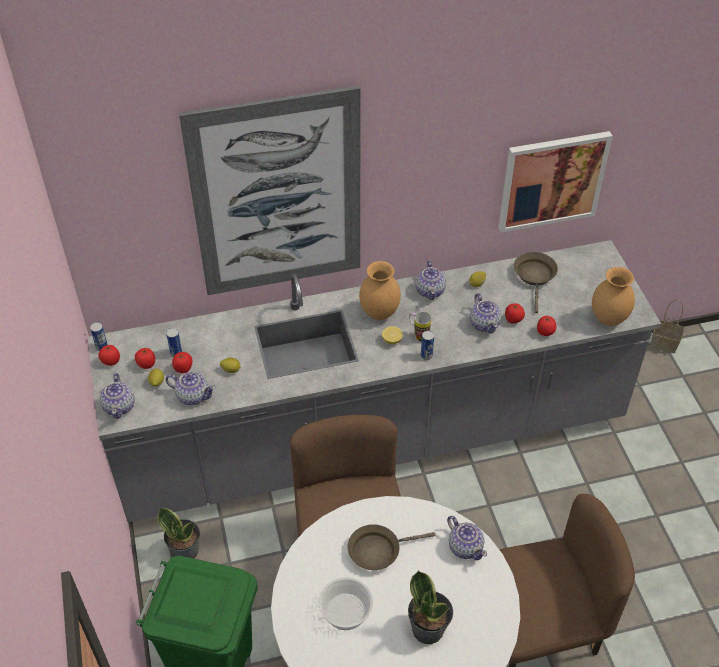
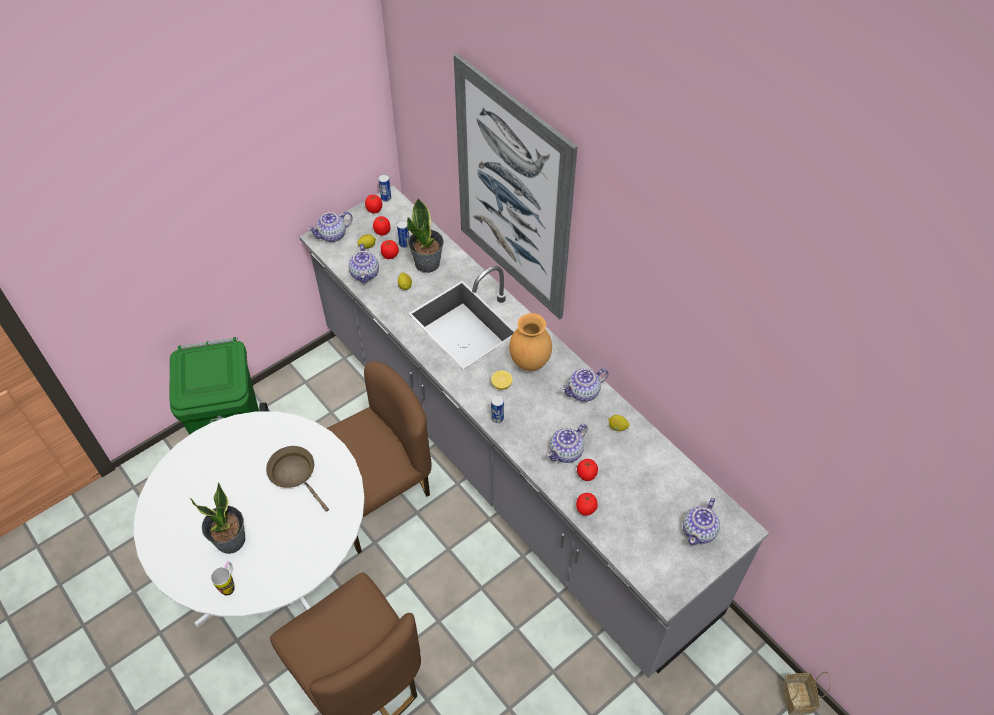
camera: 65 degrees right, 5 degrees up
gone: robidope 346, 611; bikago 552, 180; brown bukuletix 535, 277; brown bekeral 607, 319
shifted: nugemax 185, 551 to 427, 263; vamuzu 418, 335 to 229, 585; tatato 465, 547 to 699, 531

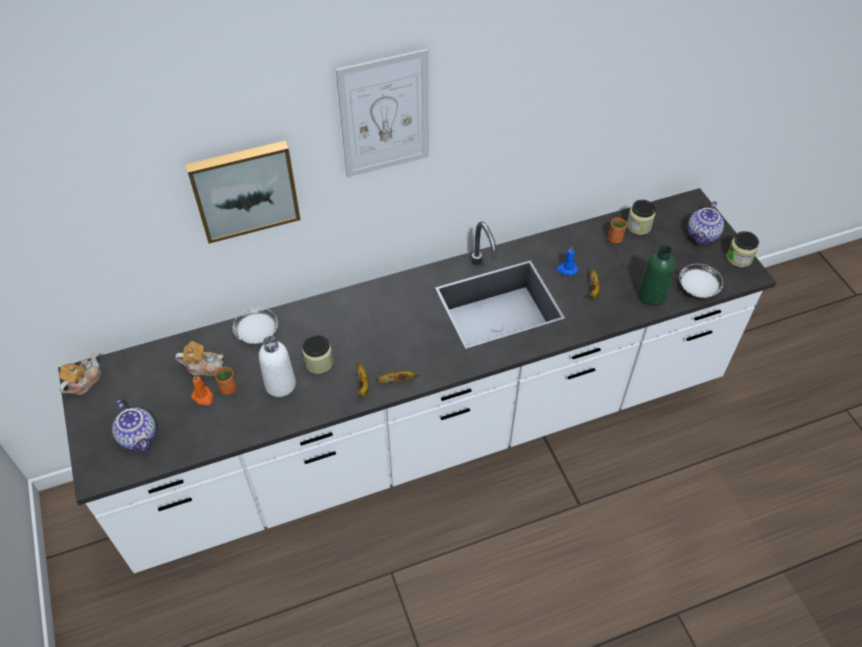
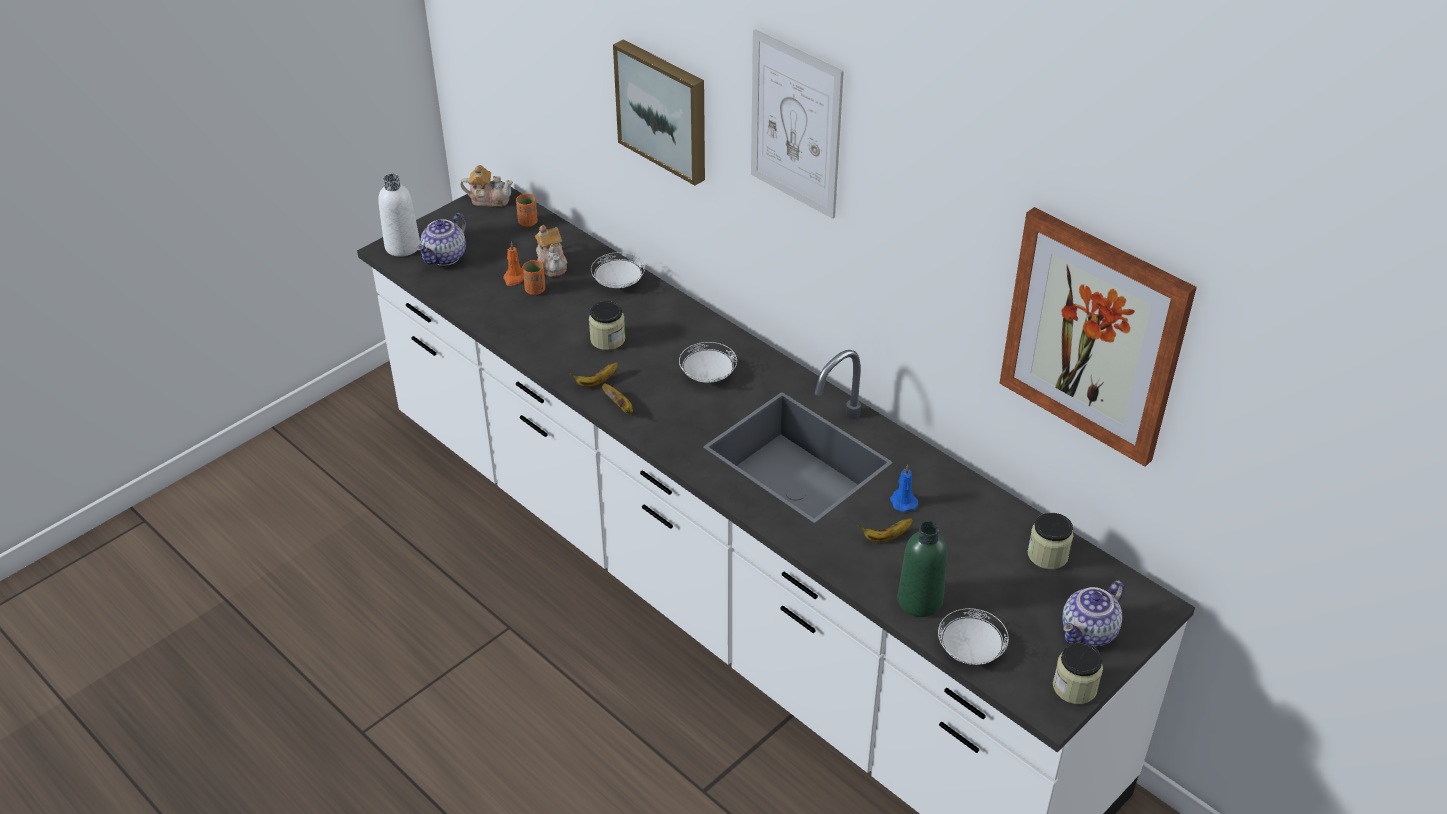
camera: 65 degrees right, 10 degrees down
new: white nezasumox 708, 375; bikago 1094, 335
shifted: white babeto 280, 384 to 402, 246; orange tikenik 615, 238 to 528, 222
rotated: tatato 703, 235 = 1089, 633 45 degrees counterclockwise

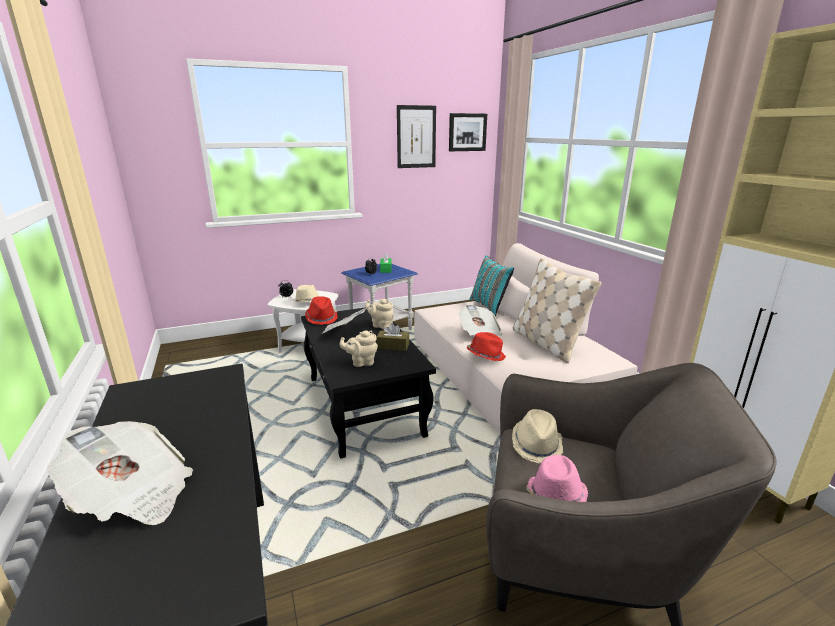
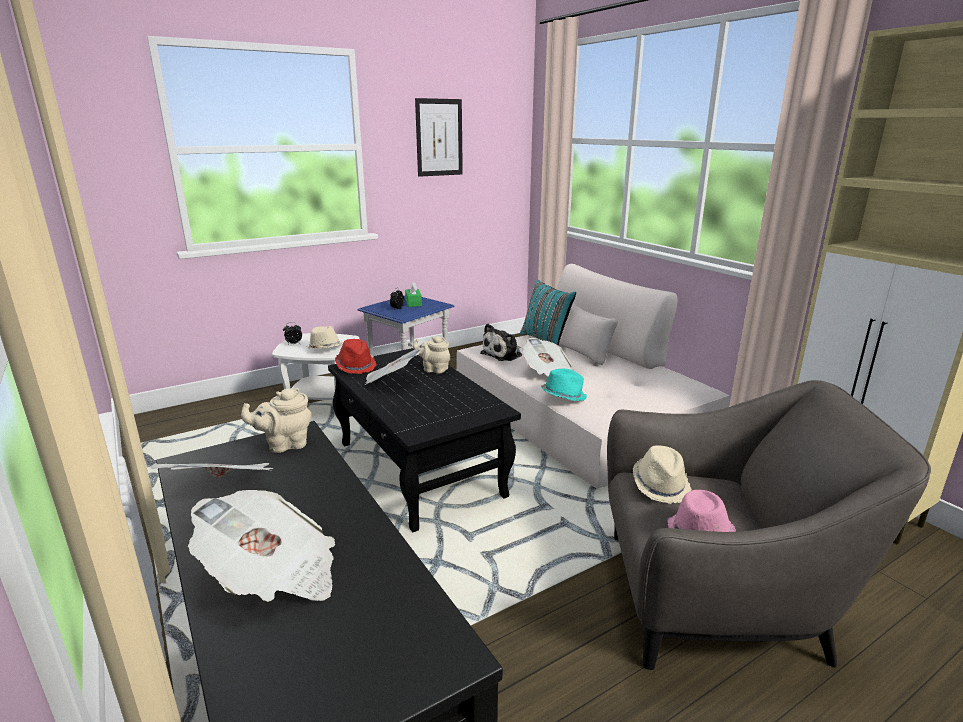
camera: 10 degrees left, 0 degrees up
gone: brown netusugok 393, 346; bikago 467, 132; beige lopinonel 546, 343
new: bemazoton 225, 492; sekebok 503, 354
shifted: beige tatato 361, 362 to 284, 444
repainted: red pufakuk 486, 355 to turquoise pufakuk 563, 395

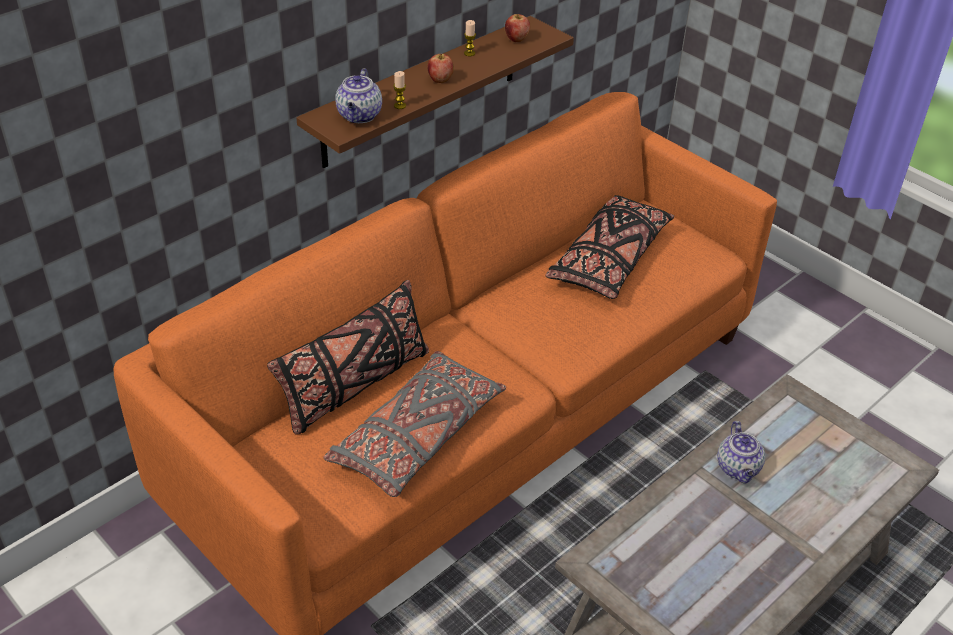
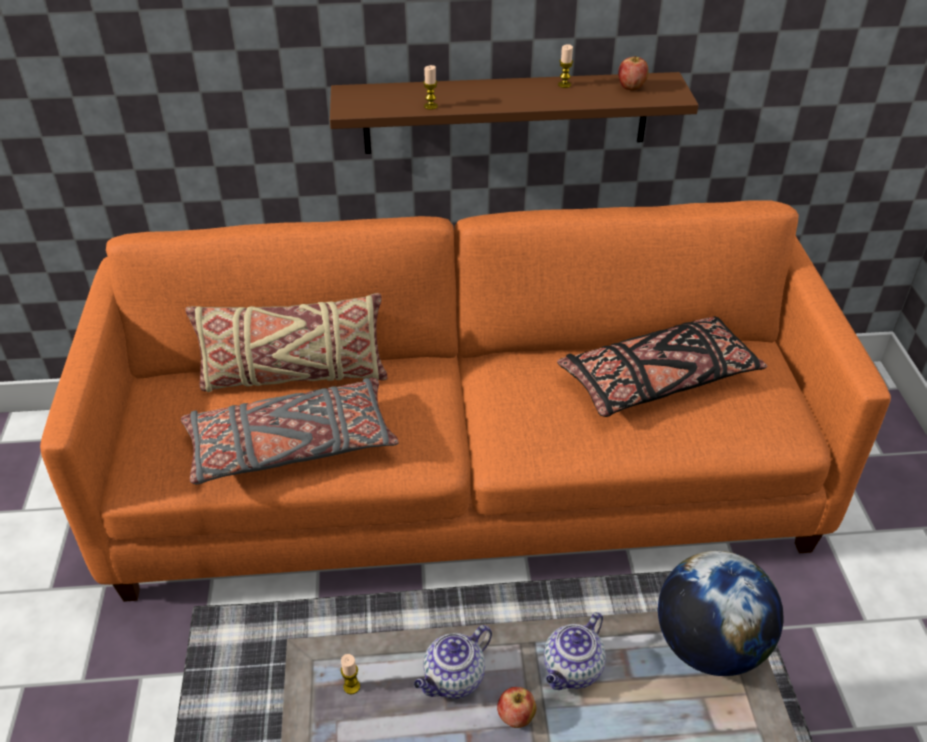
camera: 40 degrees right, 0 degrees up
new: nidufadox 351, 686; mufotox 709, 646
shifted: tatato 359, 116 to 453, 679; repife 440, 80 to 515, 717
repainted: black lopinonel 355, 386 to beige lopinonel 293, 376

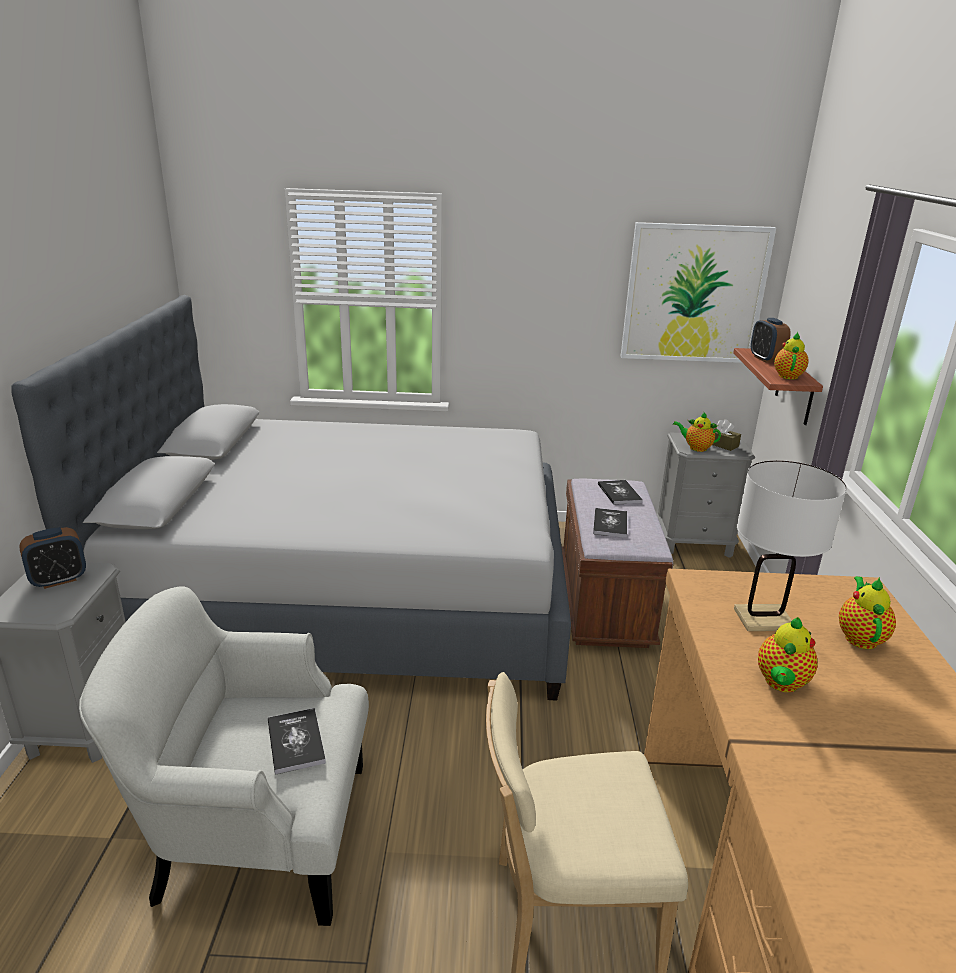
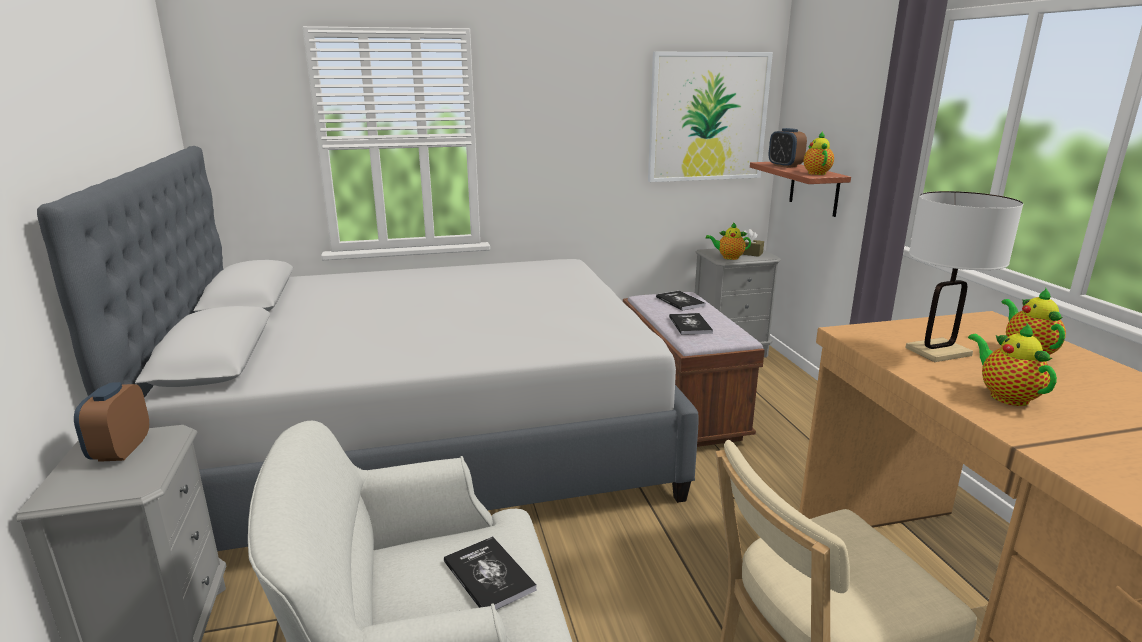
camera: 15 degrees left, 5 degrees down
rotated: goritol 59, 580 = 121, 451 135 degrees clockwise; tatato 781, 683 = 1005, 396 150 degrees clockwise

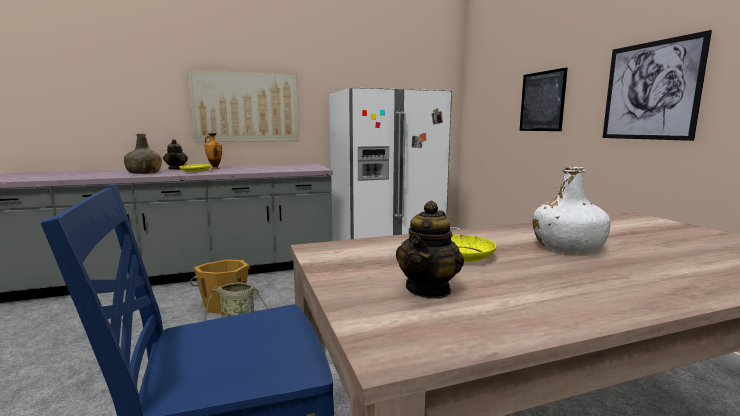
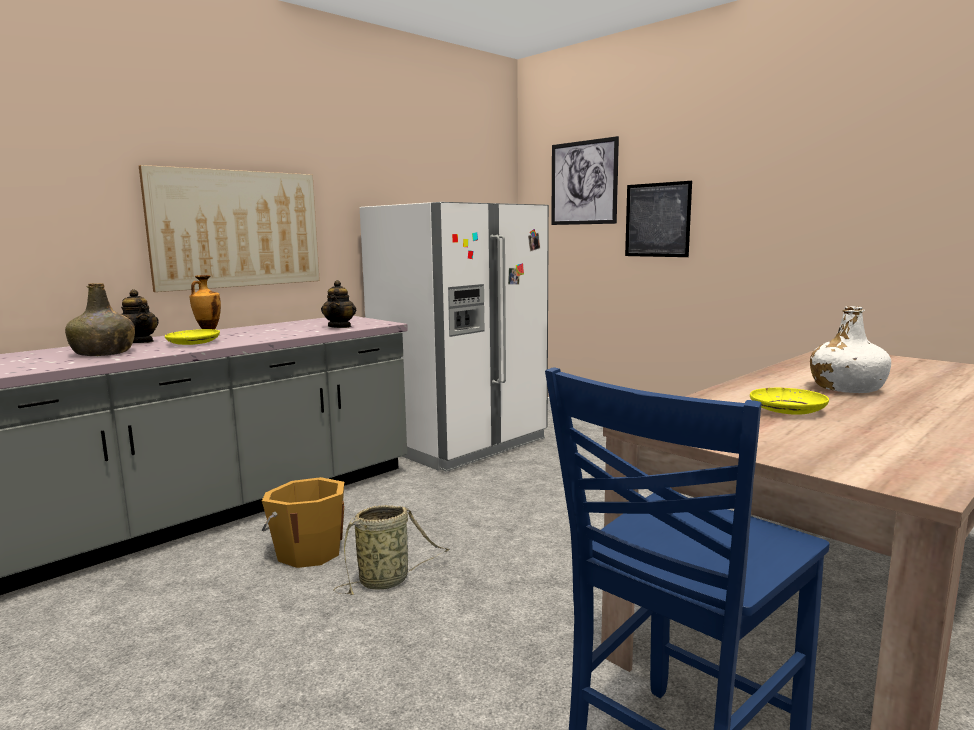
camera: 25 degrees left, 0 degrees up
shifted: tatato 429, 289 to 340, 326; bikago 650, 91 to 583, 183

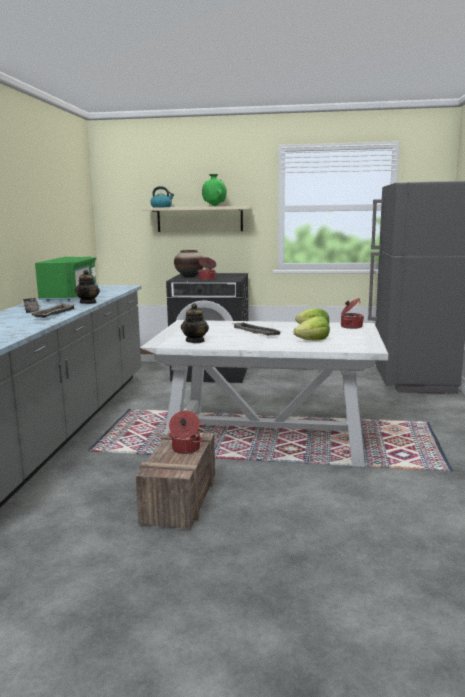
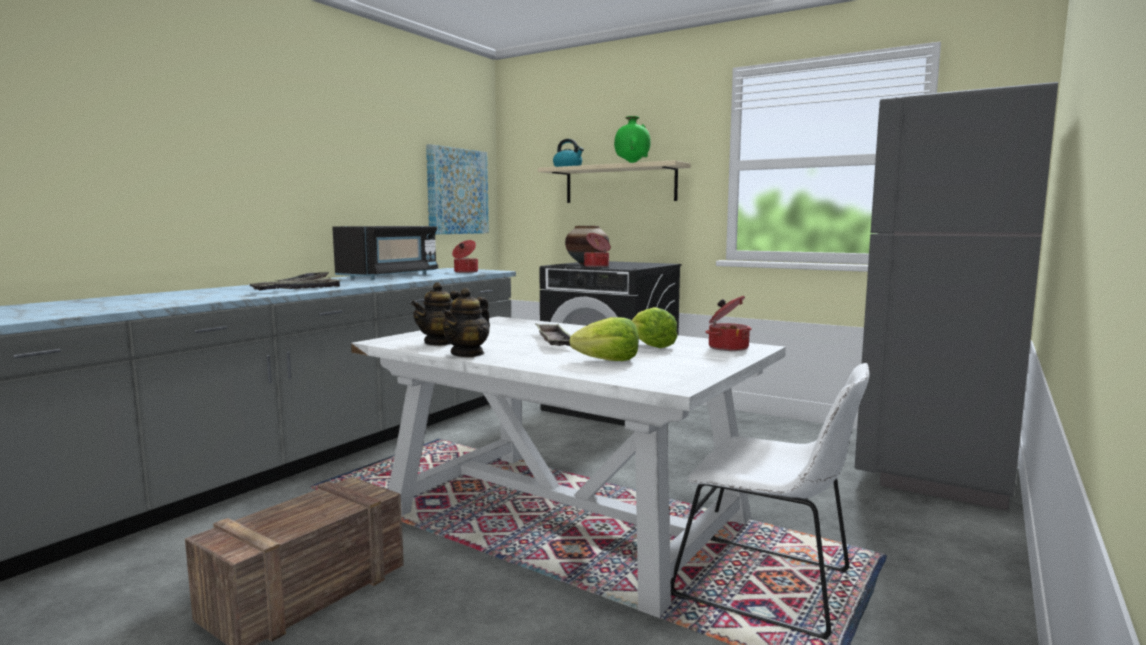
camera: 25 degrees right, 5 degrees down
new: bikago 457, 191; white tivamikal 770, 586
shifted: tatato 88, 302 to 467, 354; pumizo 185, 449 to 465, 272
repainted: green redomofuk 70, 296 to black redomofuk 390, 276

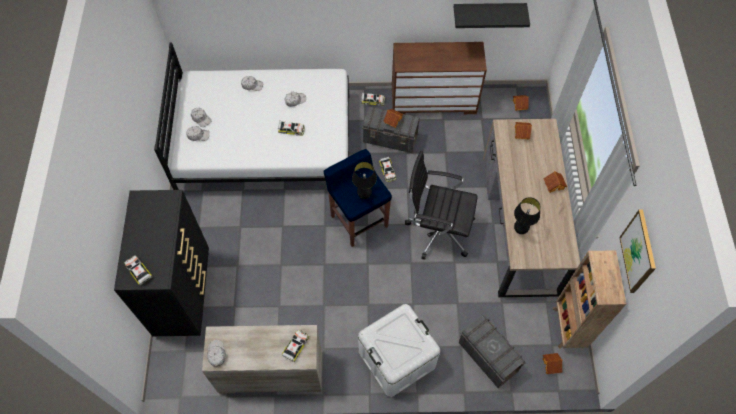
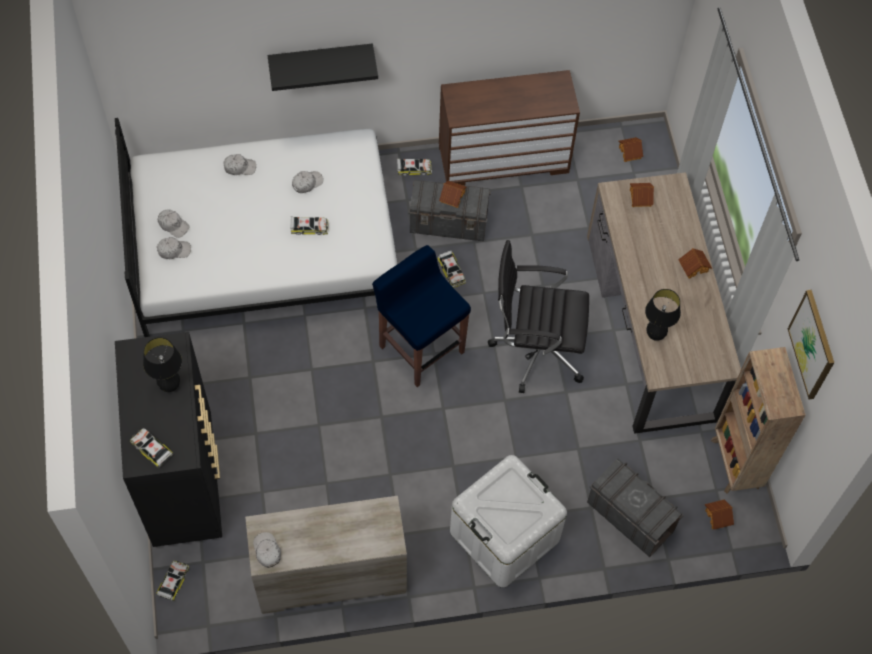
camera: 10 degrees left, 0 degrees up
shifted: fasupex 296, 346 to 173, 581; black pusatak 364, 195 to 170, 386; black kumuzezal 488, 11 to 321, 59

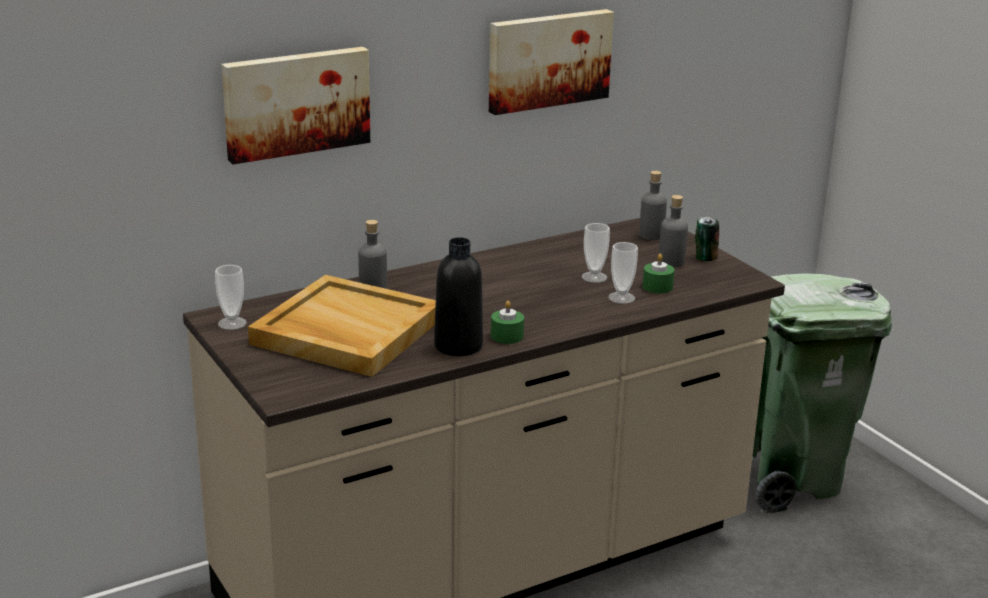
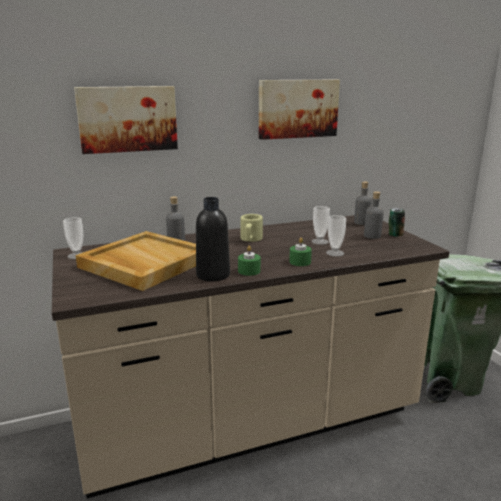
camera: 10 degrees right, 5 degrees down
new: beige vamuzu 250, 240
shifted: green nidufadox 657, 287 to 300, 262

